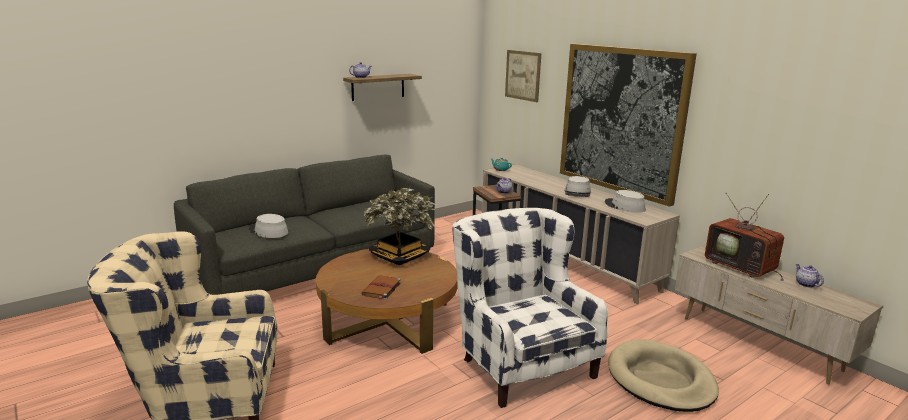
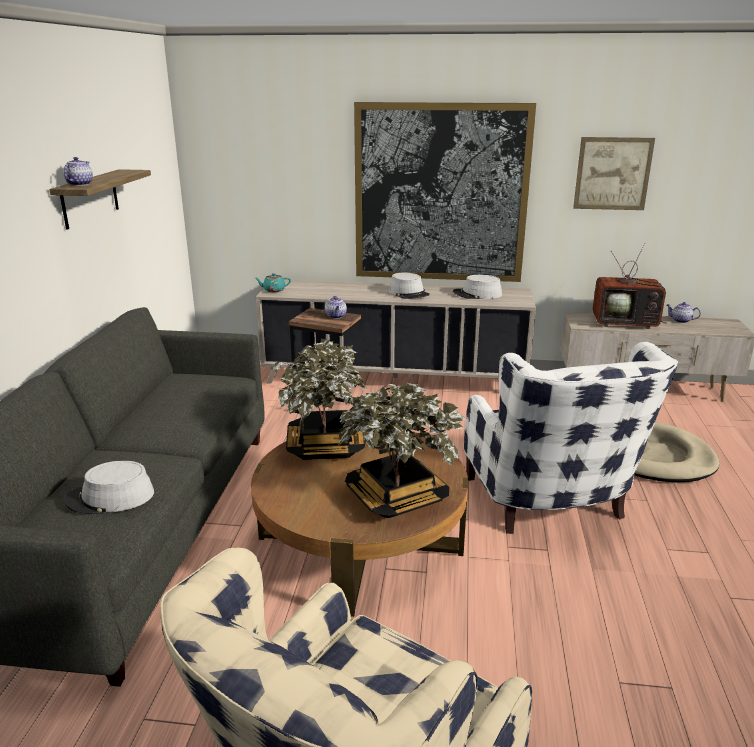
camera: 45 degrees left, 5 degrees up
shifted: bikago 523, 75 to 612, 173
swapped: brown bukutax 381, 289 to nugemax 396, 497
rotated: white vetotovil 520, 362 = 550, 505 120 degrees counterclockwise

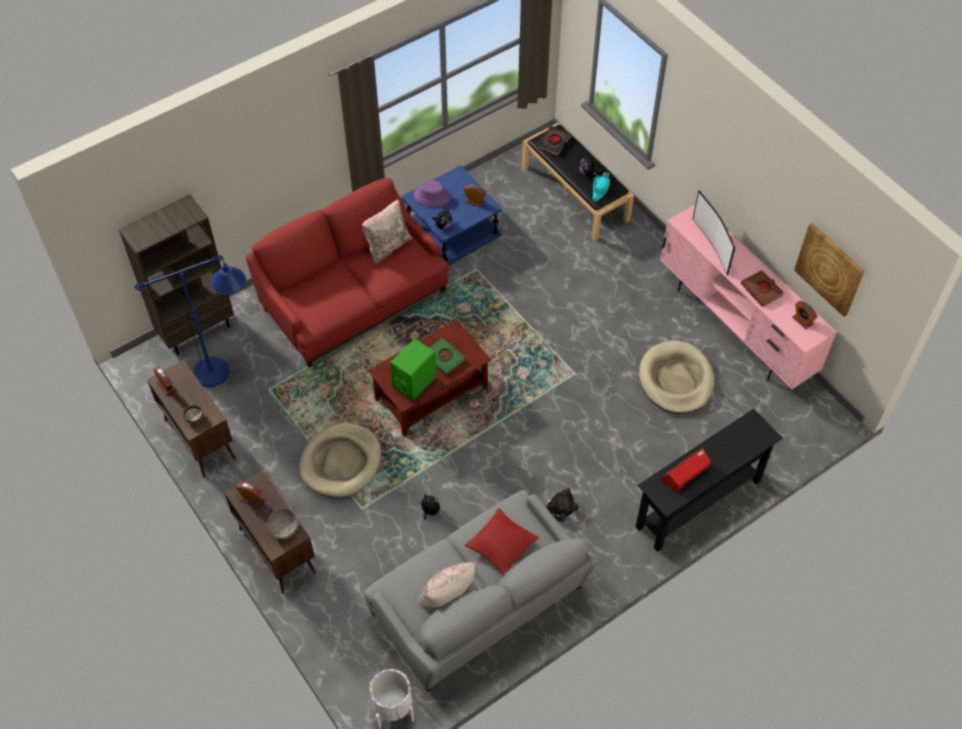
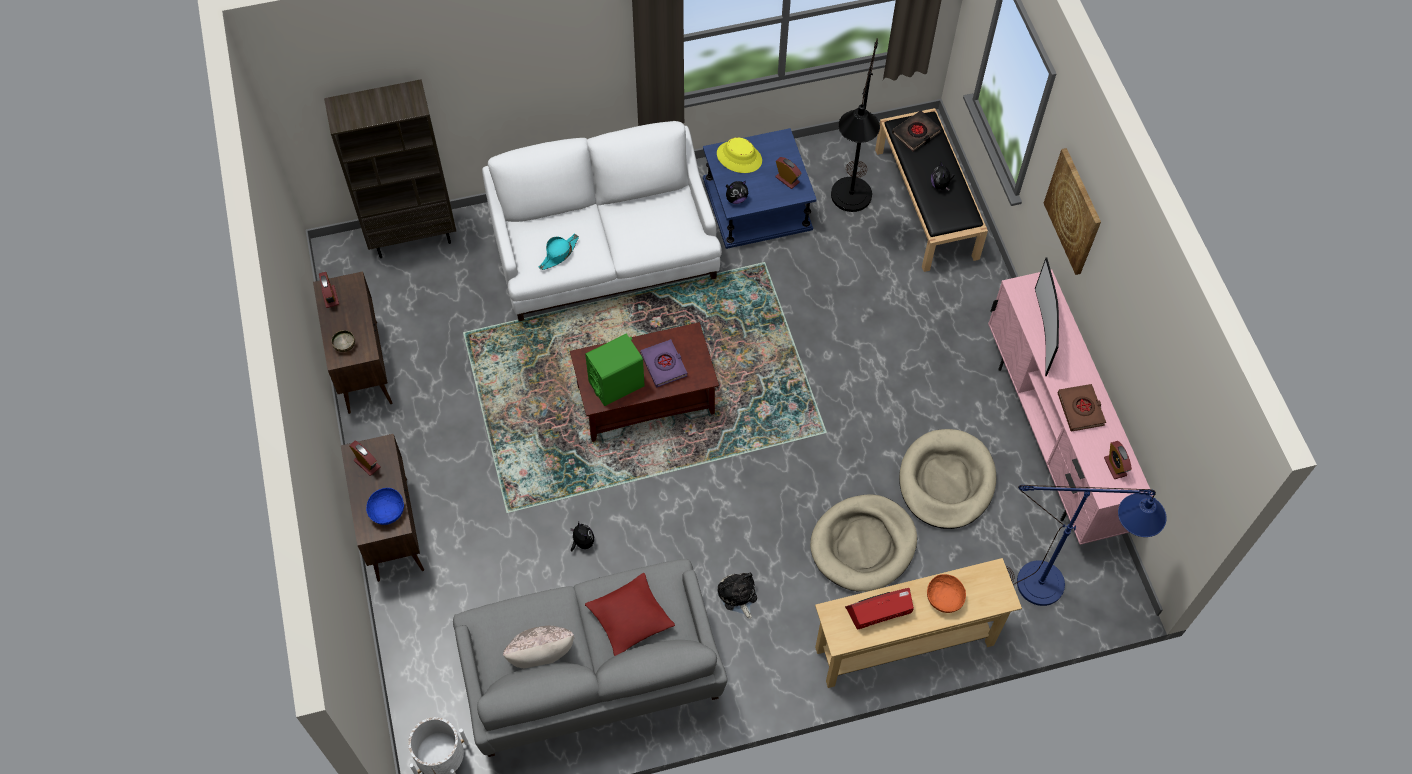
camera: 20 degrees right, 5 degrees up
gone: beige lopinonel 387, 246
new: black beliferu 849, 205; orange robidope 944, 598
shifted: blue beliferu 222, 371 to 1054, 586; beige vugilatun 341, 462 to 863, 545; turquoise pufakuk 600, 188 to 559, 254; bikago 829, 269 to 1074, 211
repainted: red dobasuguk 354, 297 to white dobasuguk 606, 252; grey robidope 283, 528 to blue robidope 387, 511; purple pufakuk 432, 196 to yellow pufakuk 739, 157; green bukutax 444, 358 to purple bukutax 664, 365; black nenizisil 698, 504 to beige nenizisil 904, 647

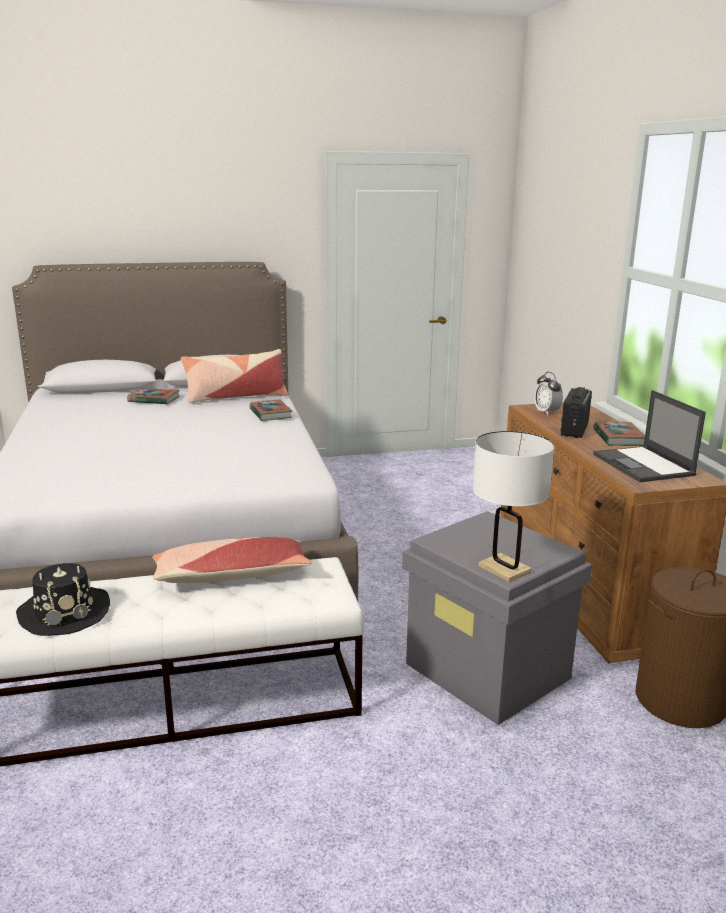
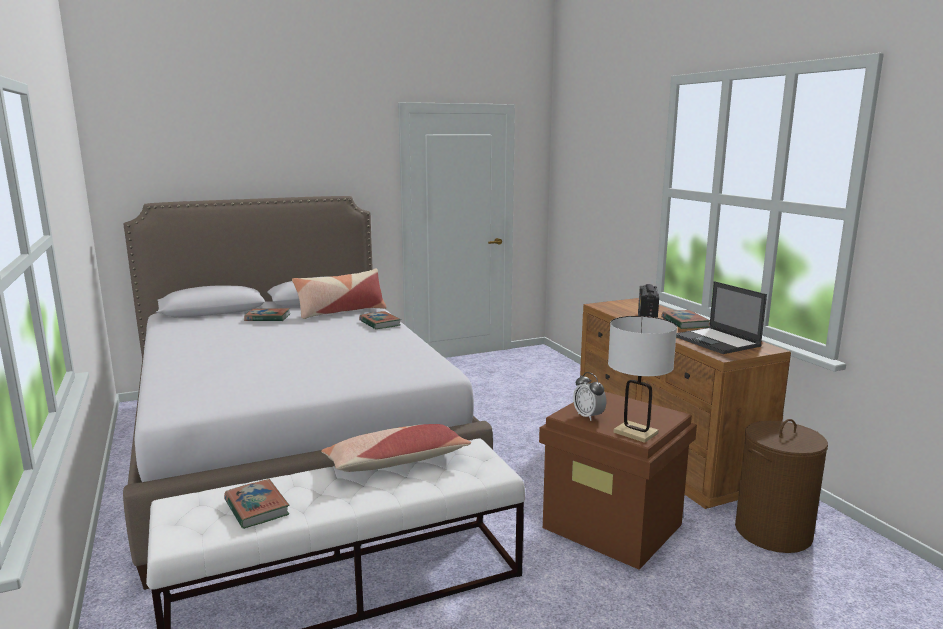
camera: 10 degrees left, 5 degrees down
shifted: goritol 546, 412 to 588, 416
swapped: black pufakuk 65, 612 to bukutax 256, 508
repainted: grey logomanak 489, 671 to brown logomanak 614, 526

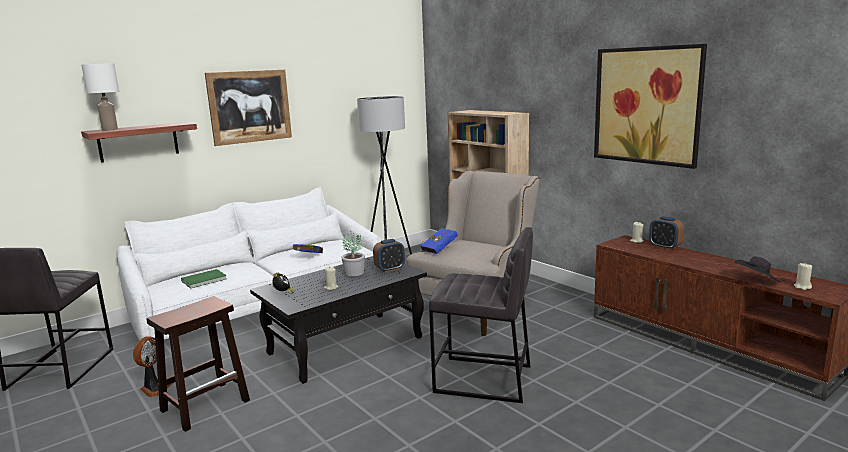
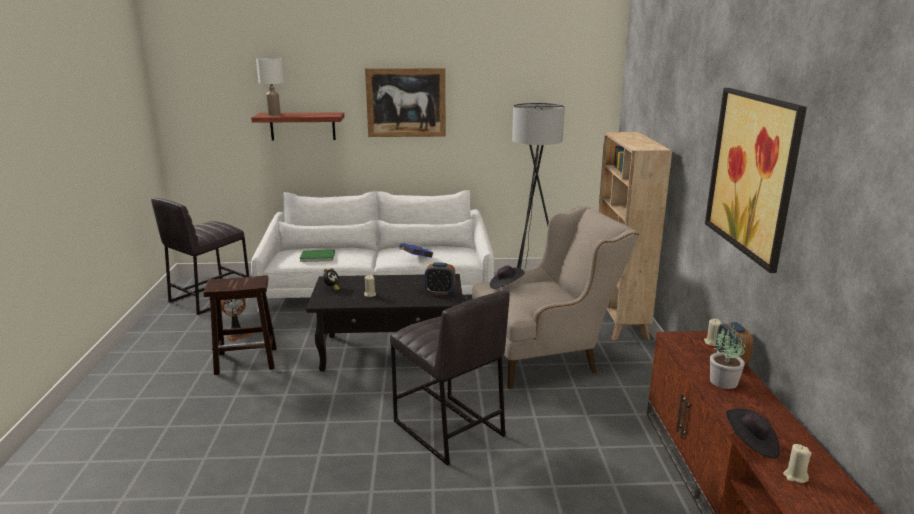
camera: 35 degrees right, 5 degrees up
shifted: nugemax 353, 273 to 723, 381
swapped: blue bukutax 441, 249 to black pufakuk 505, 286

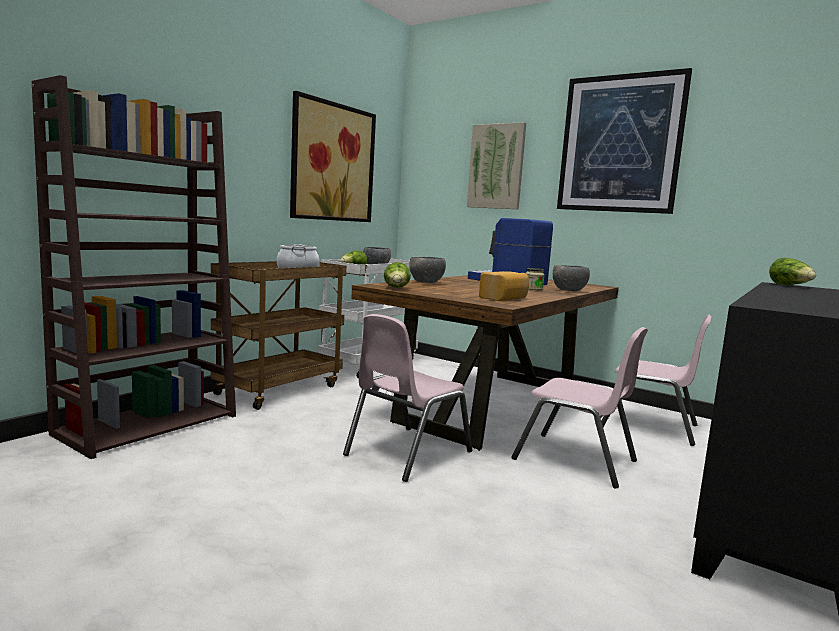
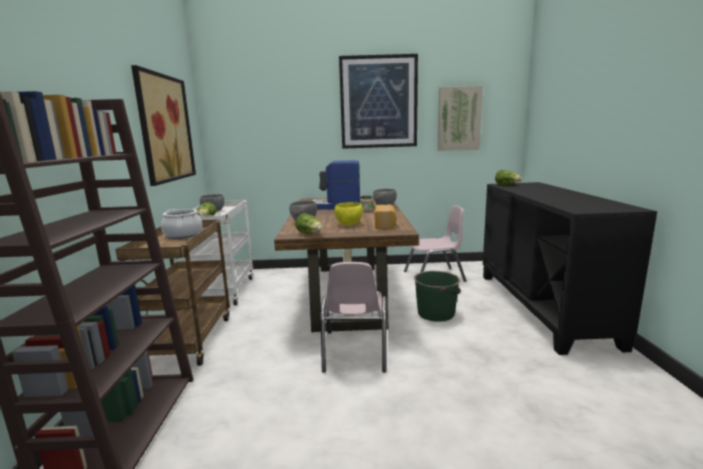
camera: 35 degrees left, 5 degrees up
new: yellow robidope 349, 224
shifted: bikago 496, 166 to 459, 119
swapped: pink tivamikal 575, 460 to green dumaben 436, 313

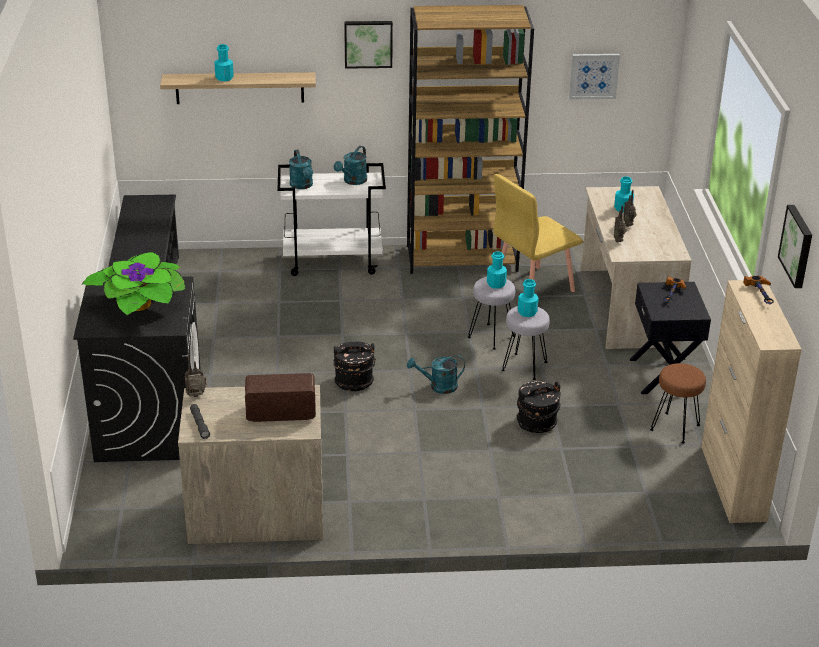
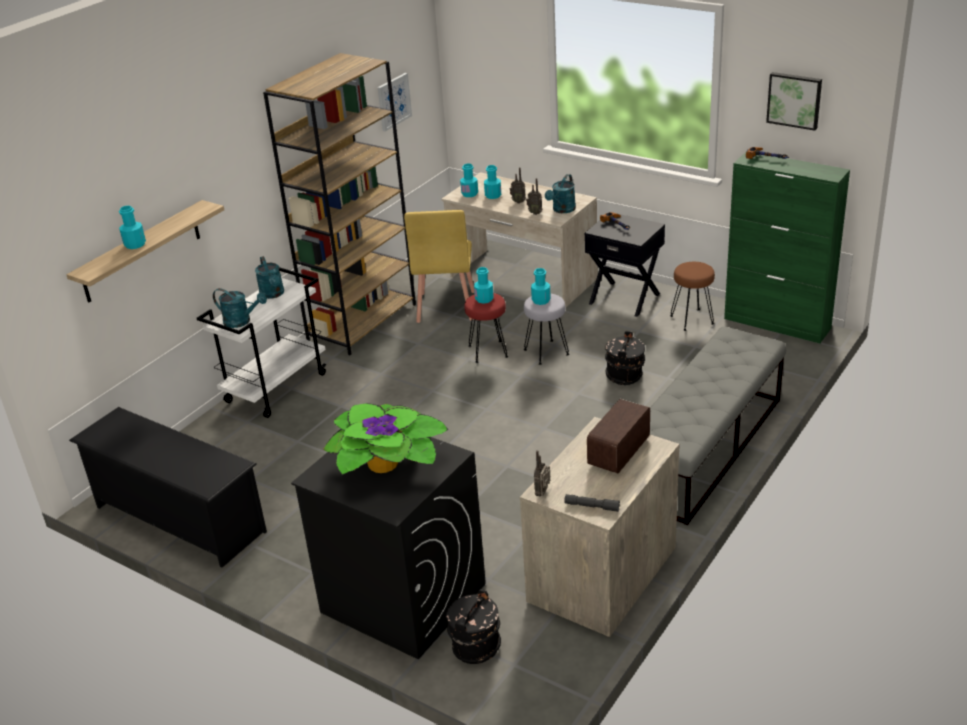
camera: 50 degrees left, 0 degrees up
gone: bikago 368, 43
new: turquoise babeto 469, 194; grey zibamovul 704, 449
shifted: black dumaben 354, 381 to 475, 646; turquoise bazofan 438, 387 to 562, 210
repainted: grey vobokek 492, 336 to red vobokek 488, 351; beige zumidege 733, 483 to green zumidege 777, 324

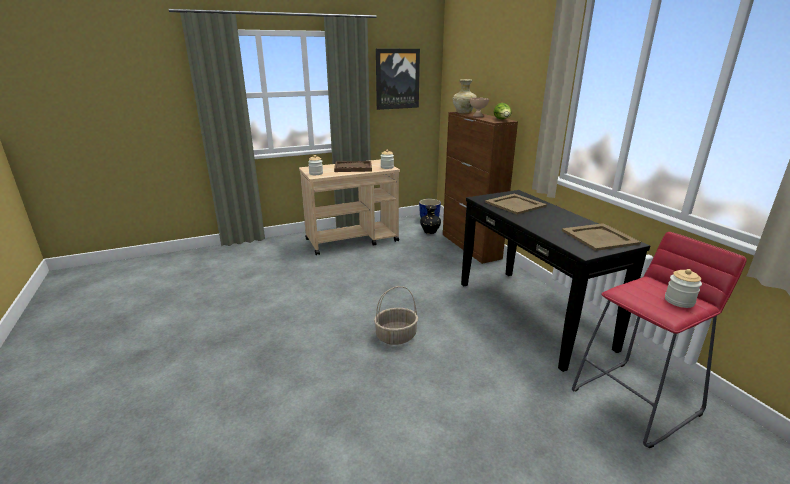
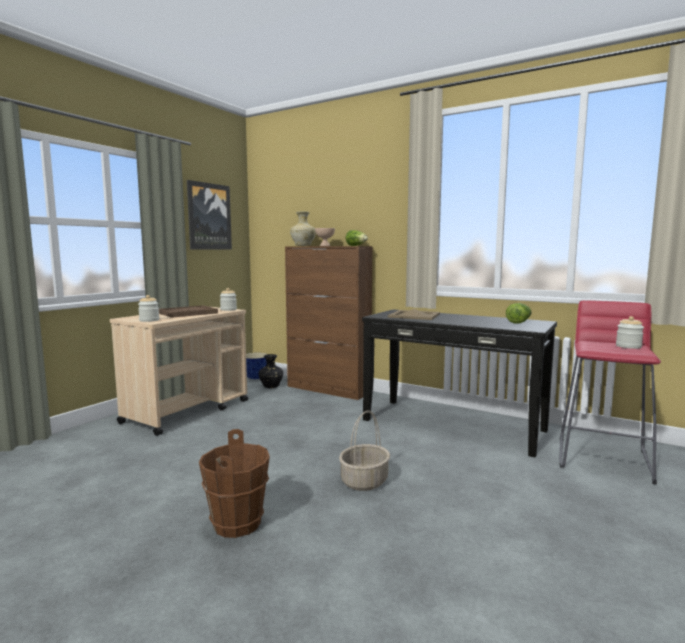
camera: 35 degrees left, 15 degrees down
new: brown dumaben 238, 523
swapped: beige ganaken 598, 237 to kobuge 518, 322

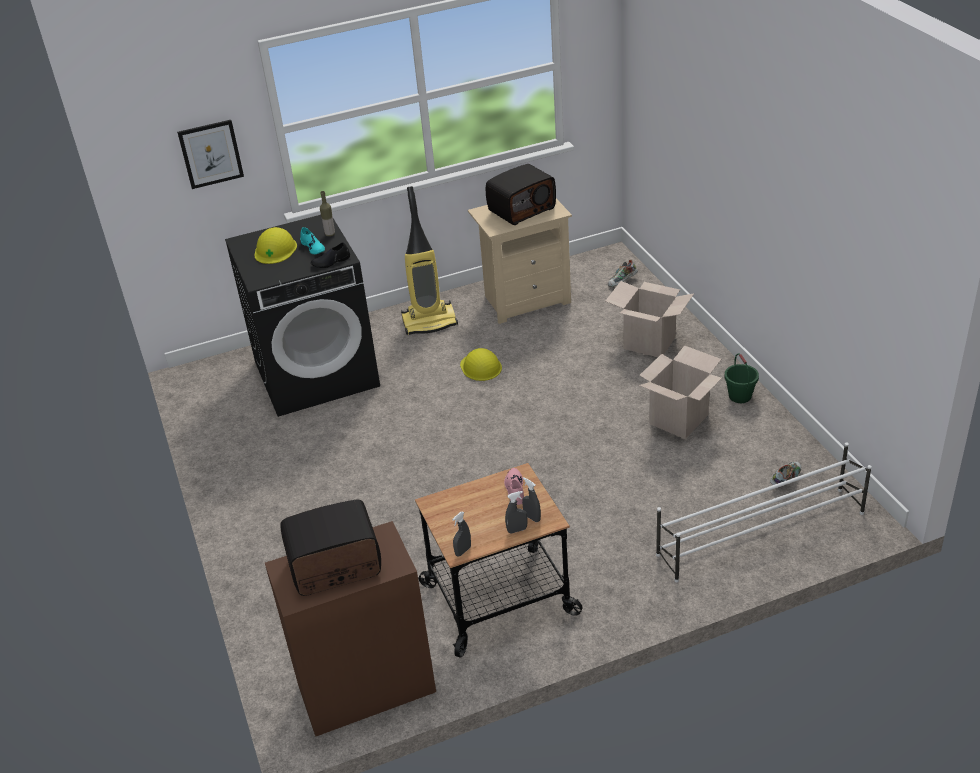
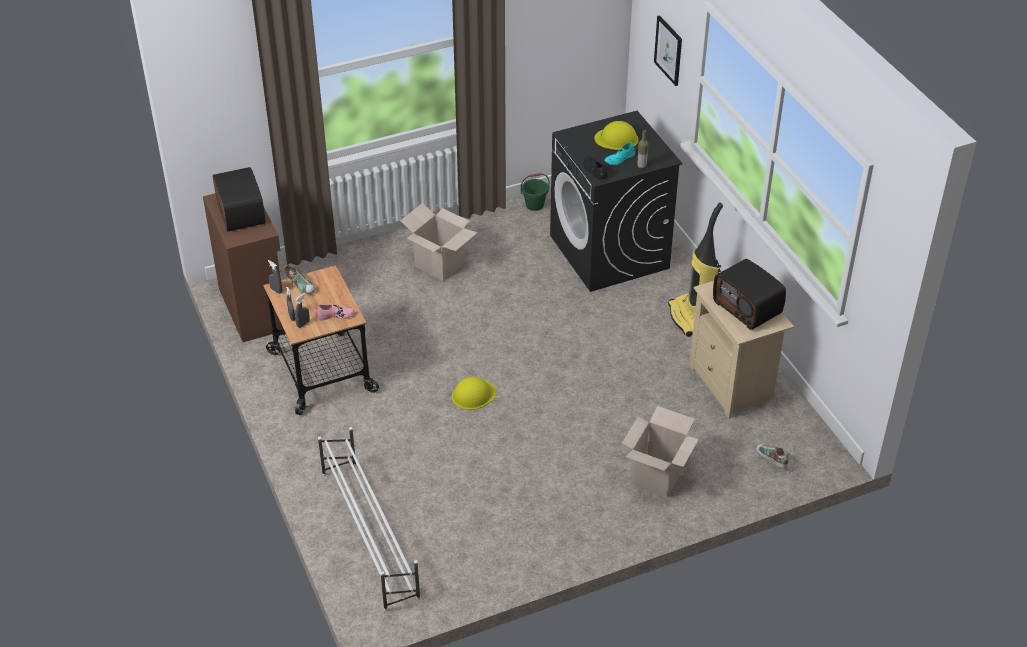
camera: 85 degrees right, 5 degrees up
shifted: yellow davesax 481, 367 to 473, 395; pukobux 678, 419 to 440, 264; green dumaben 739, 396 to 535, 205; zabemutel 785, 479 to 301, 286

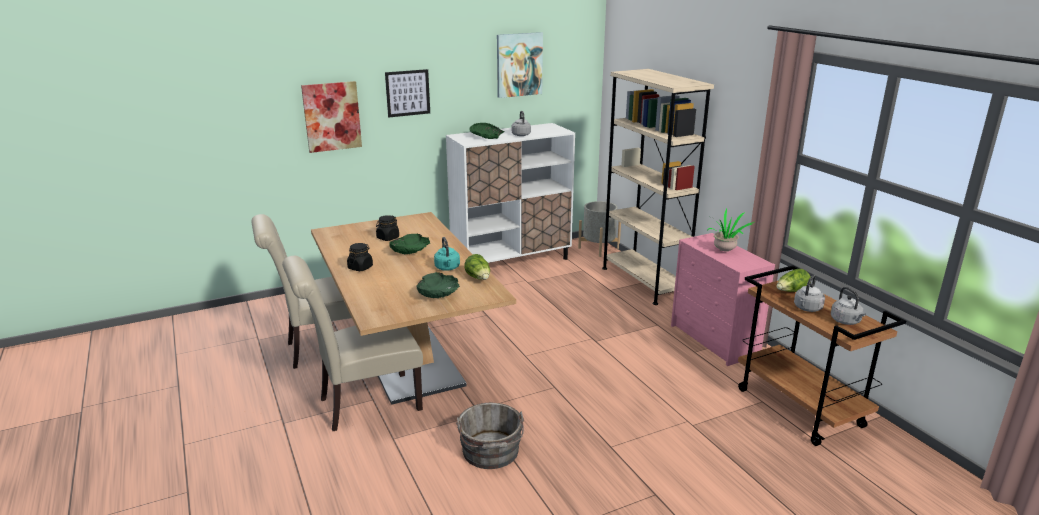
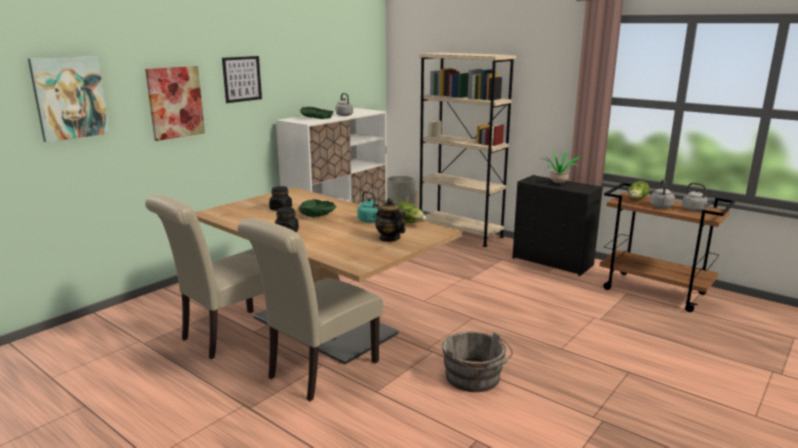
camera: 25 degrees left, 5 degrees down
shifted: bikago 519, 64 to 70, 97
swapped: green robidope 438, 293 to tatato 389, 238
repainted: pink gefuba 715, 341 to black gefuba 553, 262

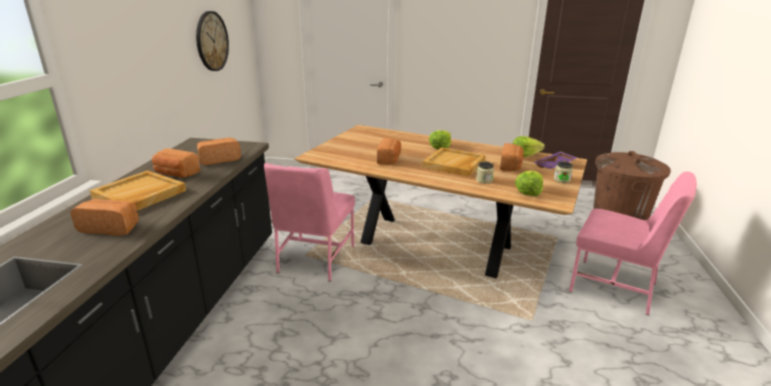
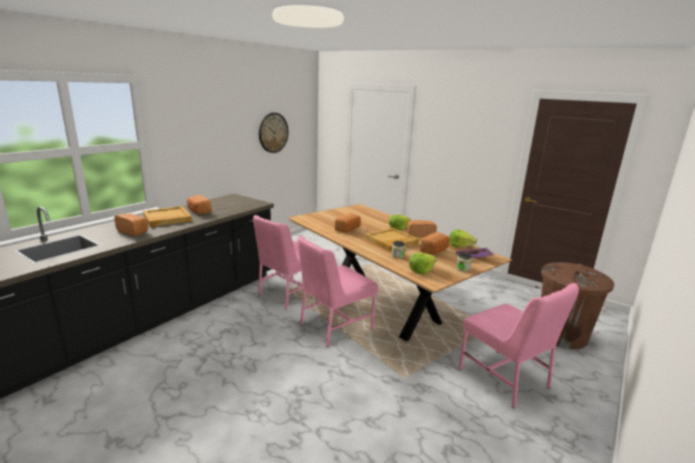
camera: 25 degrees right, 5 degrees down
new: pink tivamikal 334, 326
shifted: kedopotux 219, 159 to 420, 235

